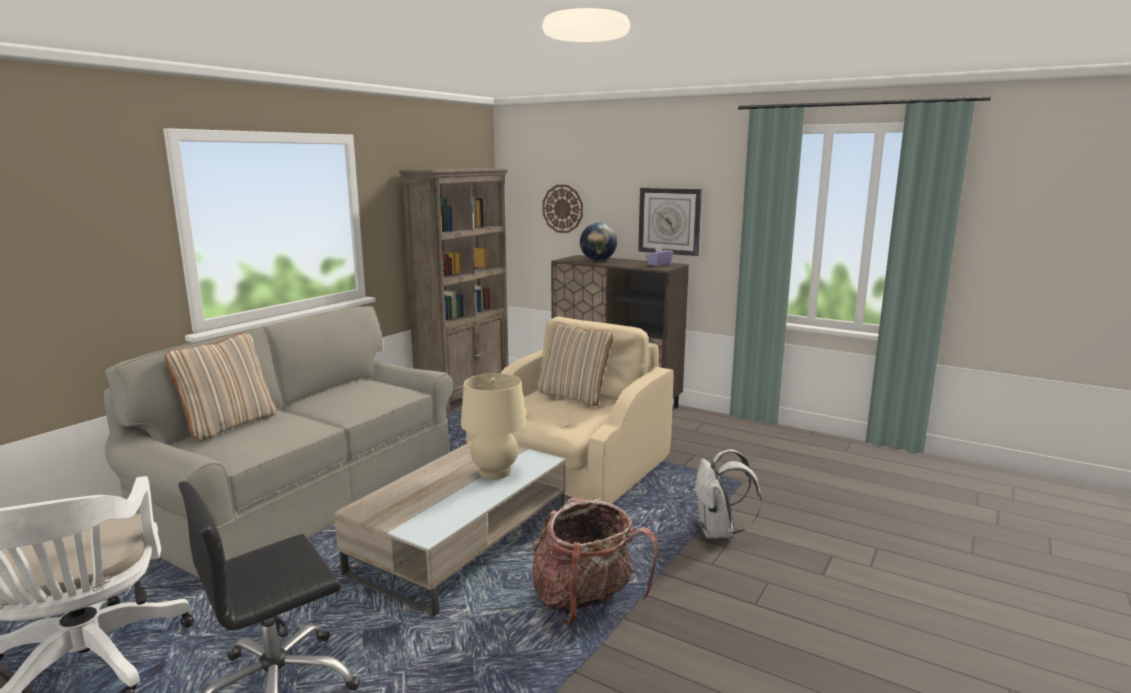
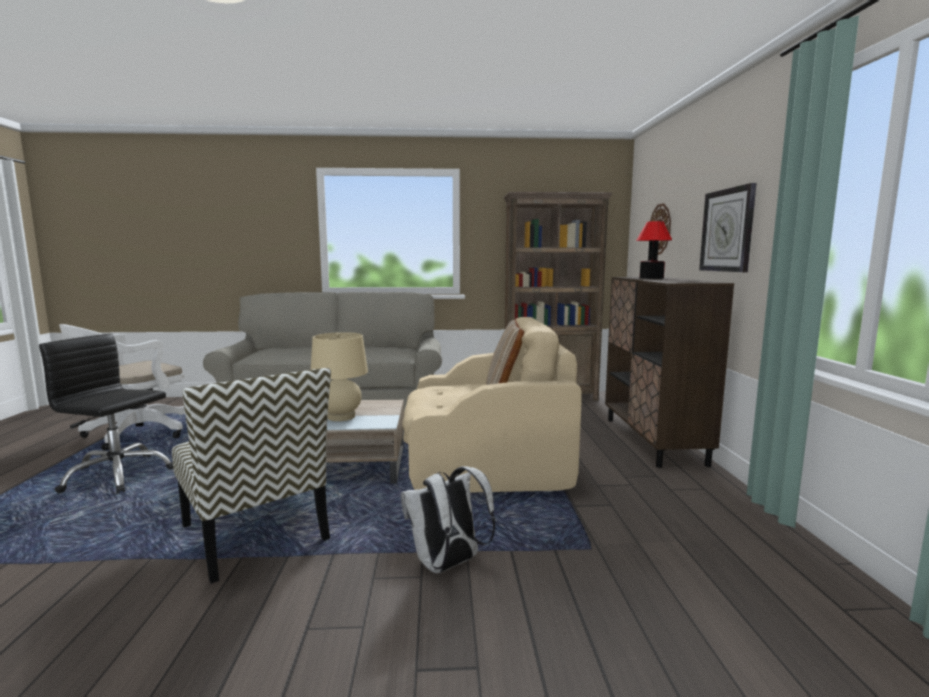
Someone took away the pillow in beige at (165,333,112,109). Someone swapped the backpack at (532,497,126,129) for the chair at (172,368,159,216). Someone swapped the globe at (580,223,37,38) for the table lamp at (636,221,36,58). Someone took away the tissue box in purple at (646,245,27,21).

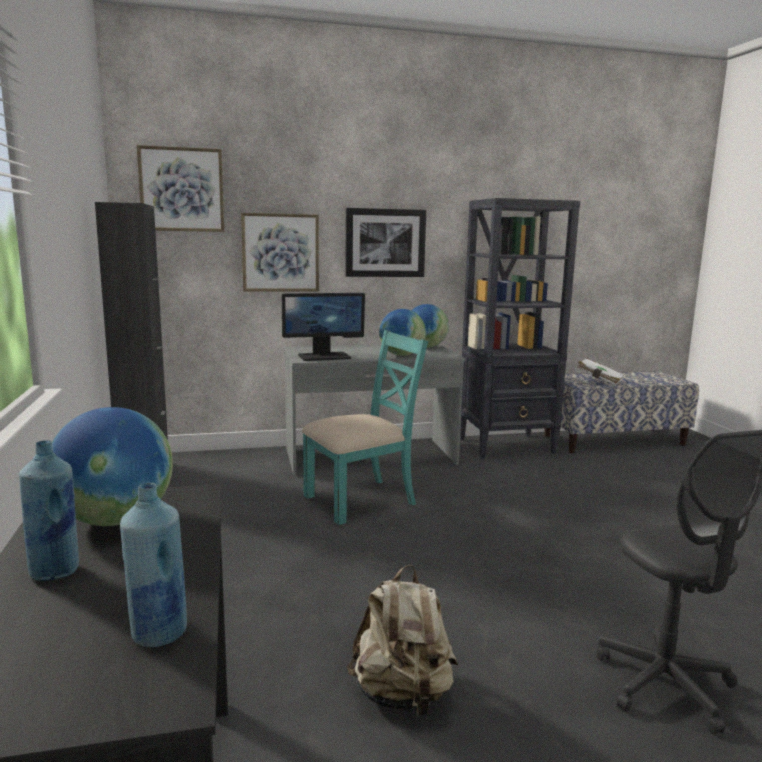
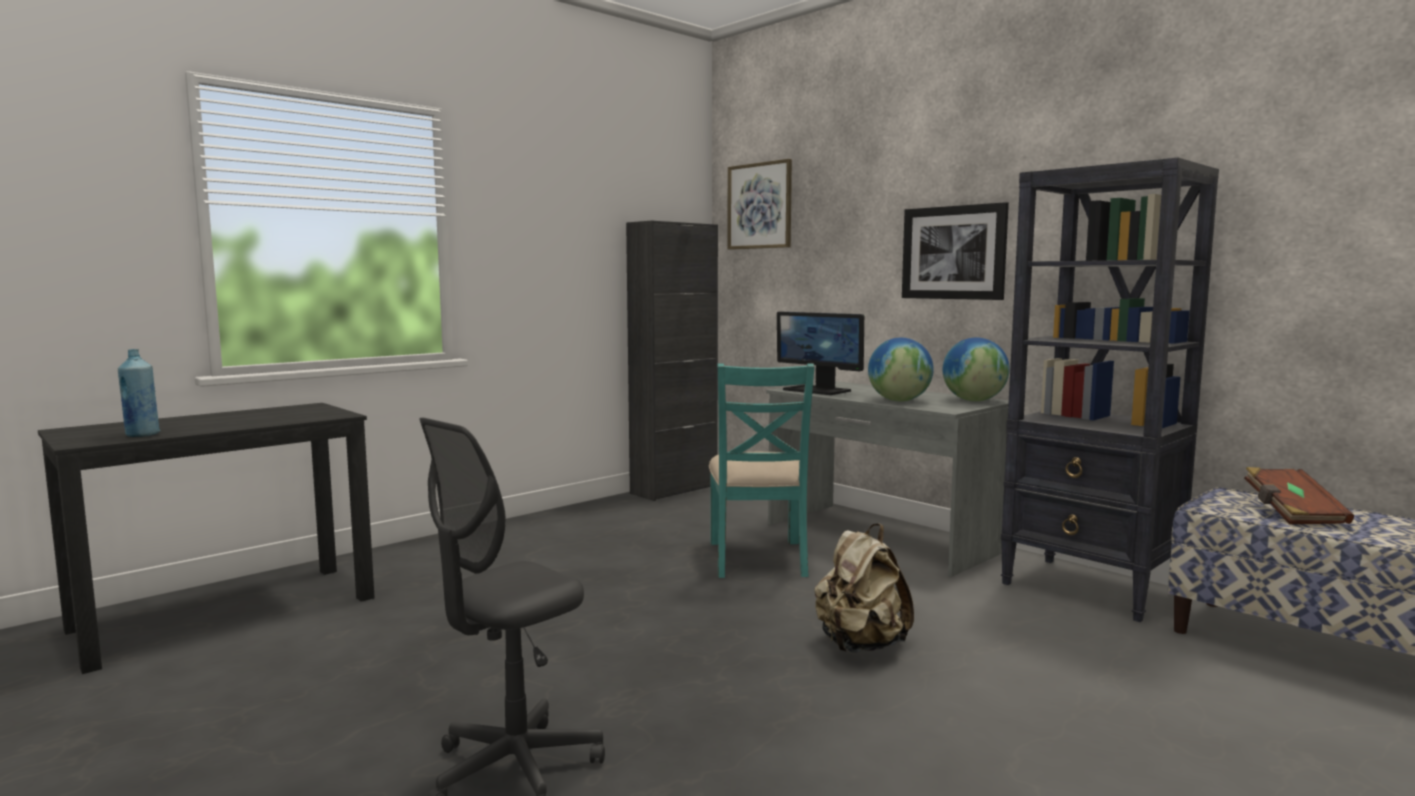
Someone took away the bottle in blue at (19,440,60,141). Someone took away the globe at (52,407,121,119). Someone took away the picture at (241,213,78,79). Someone rotated the chair in turquoise at (302,329,126,196) by 60 degrees clockwise. Someone carried the backpack in beige from (347,565,111,152) to (814,524,100,129). Someone repainted the book in white at (577,358,47,27), which became the book in brown at (1244,467,110,57).

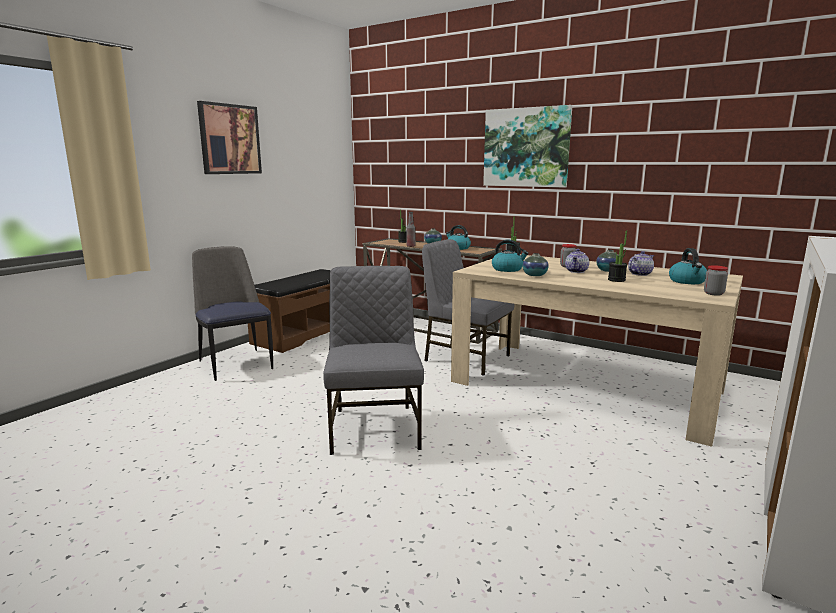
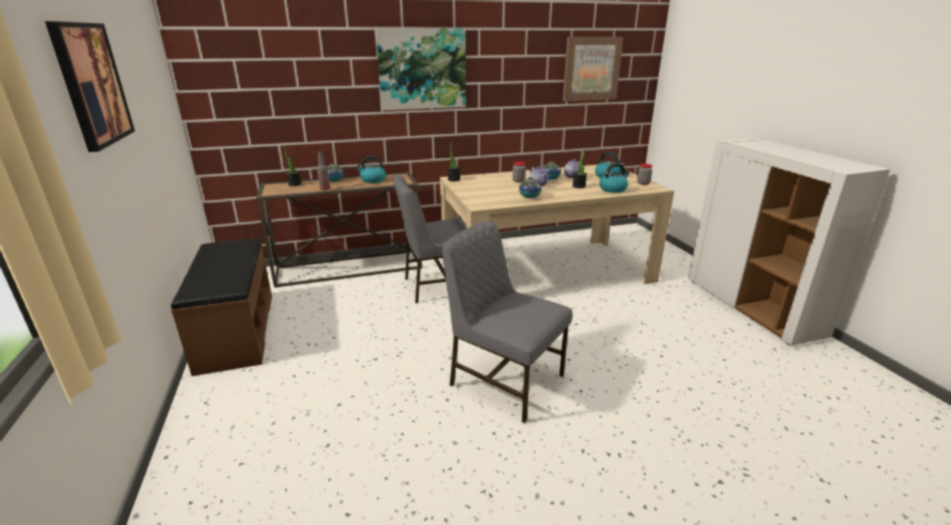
Someone took away the chair at (192,246,81,135). Someone carried the kettle from (492,240,37,32) to (600,163,30,30). Someone put up the picture at (563,37,60,64).

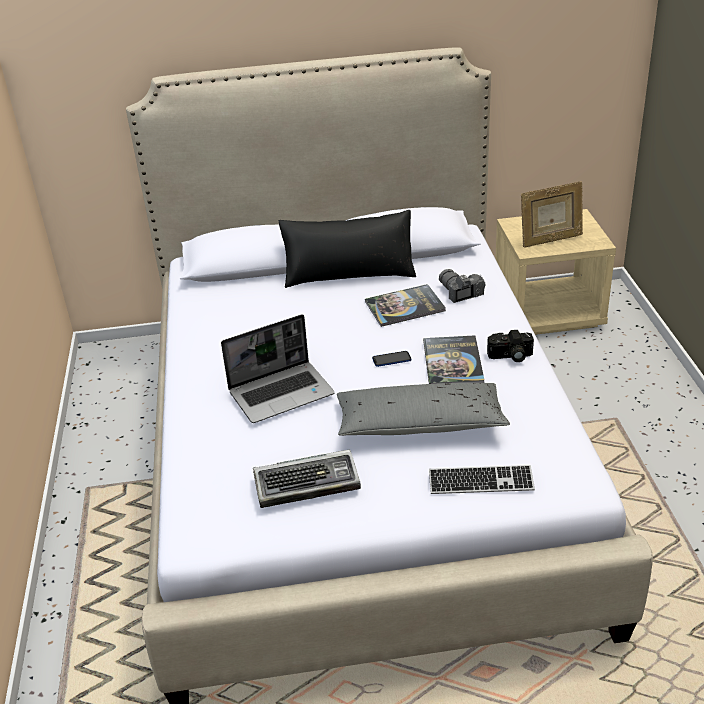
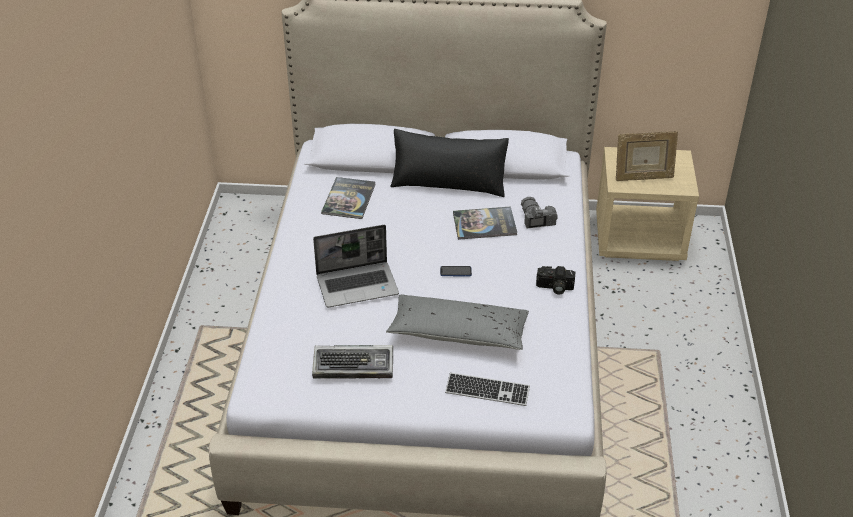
Someone carried the book from (423,335,61,49) to (321,177,55,42).

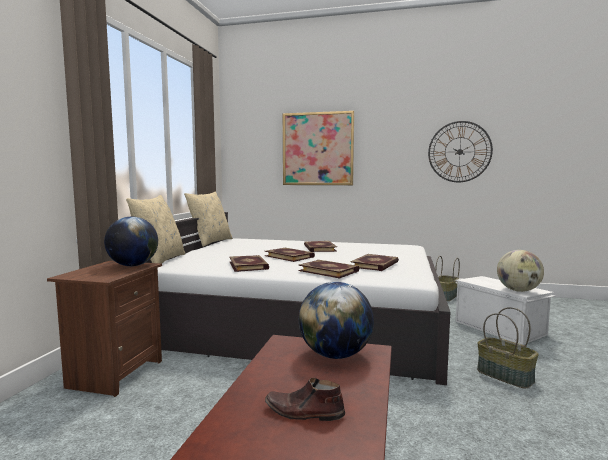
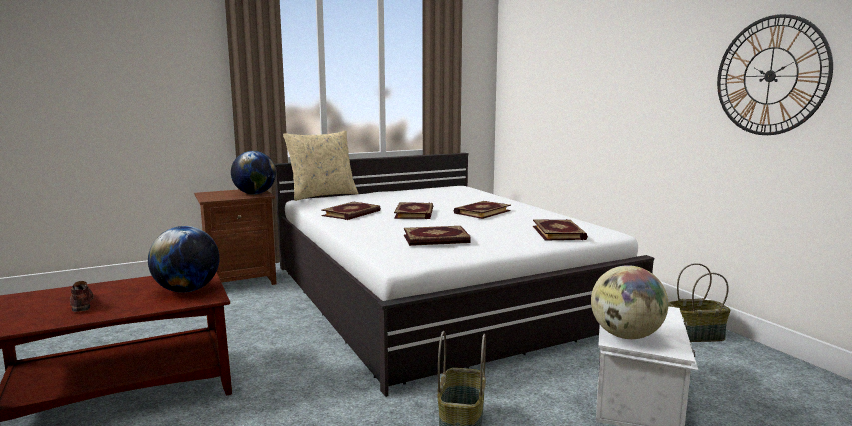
Someone took away the pillow in beige at (184,191,49,56). Someone took away the picture at (282,111,72,74). Someone carried the book from (298,260,61,19) to (533,219,55,22).

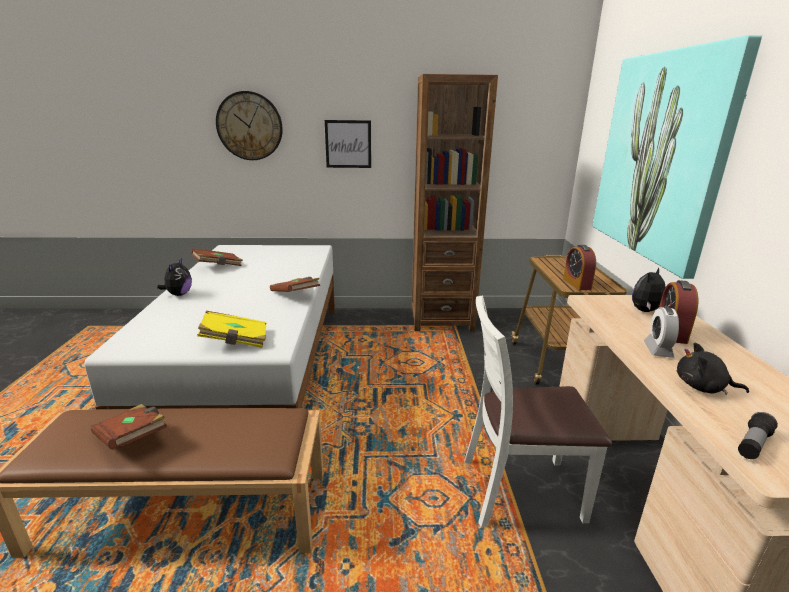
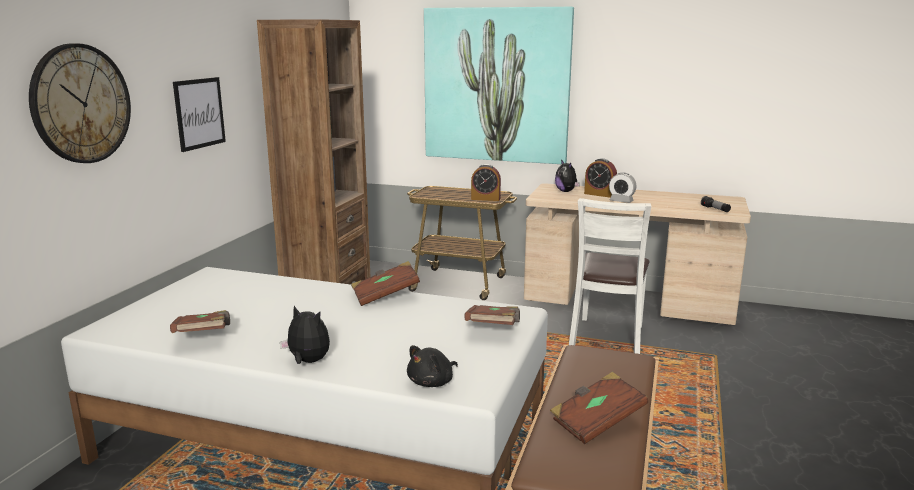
Someone repainted the book in yellow at (197,311,70,37), which became the book in brown at (464,305,56,20). Someone carried the plush toy in black from (677,343,72,52) to (407,345,51,42).

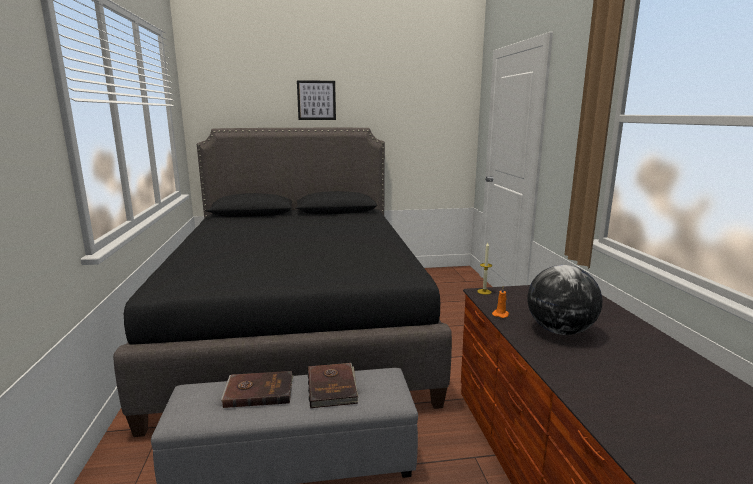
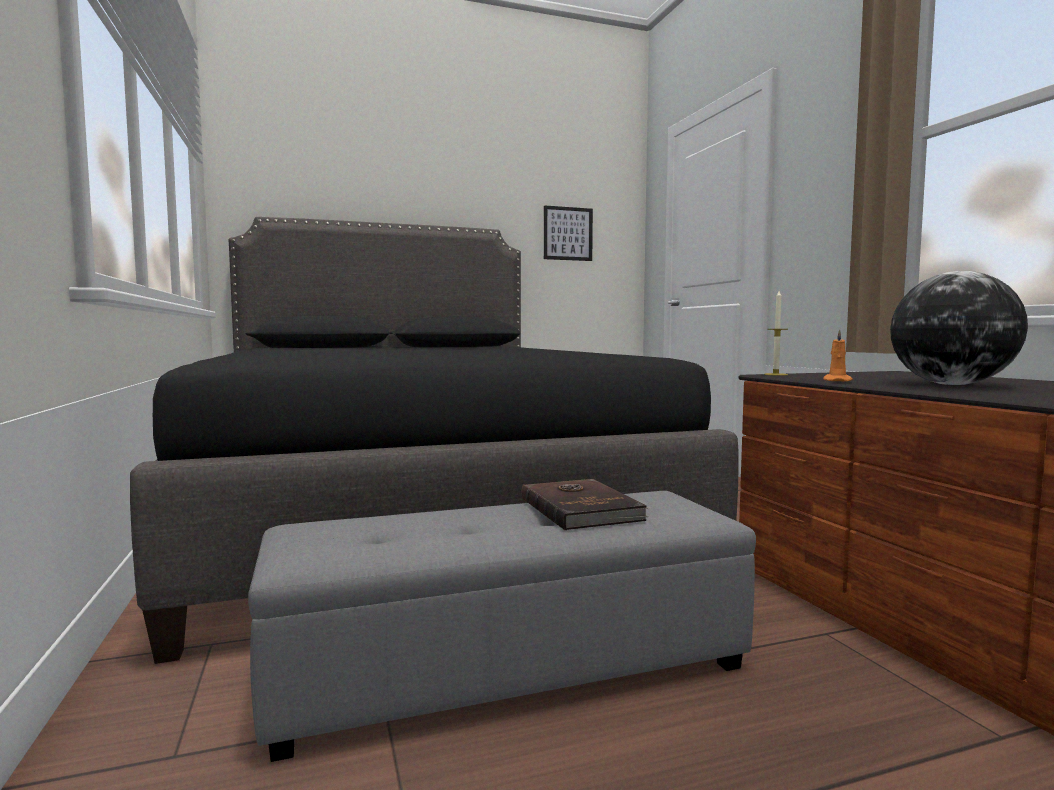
Someone took away the book in brown at (221,371,73,37). Someone carried the picture from (297,80,39,40) to (544,205,49,56).

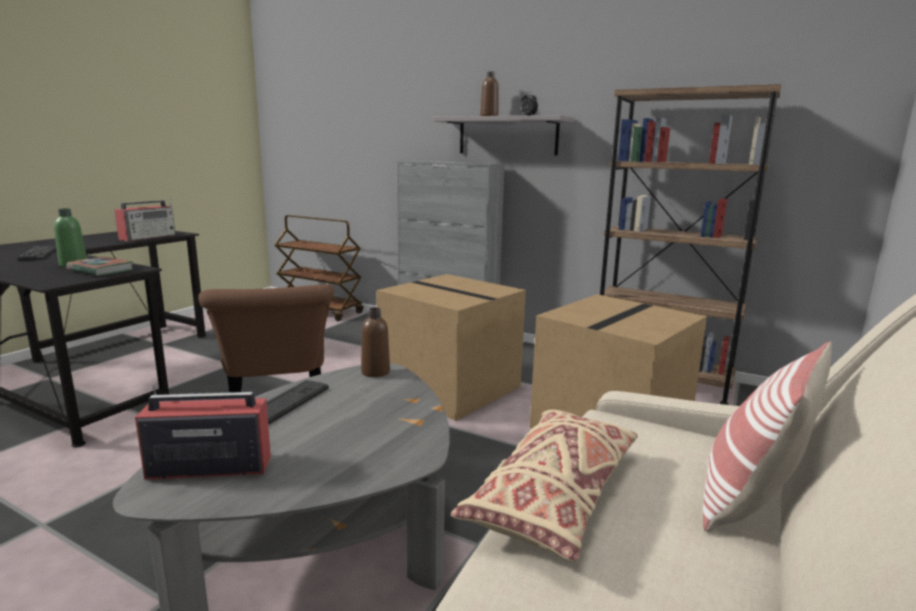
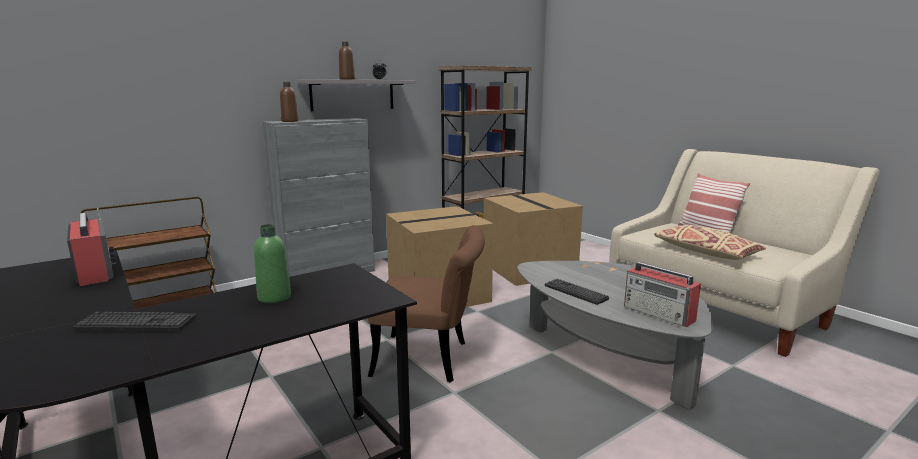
Someone took away the book at (66,257,67,19). Someone rotated the radio at (135,383,136,97) by 60 degrees counterclockwise. Someone carried the bottle in brown from (361,307,29,70) to (280,82,18,40).

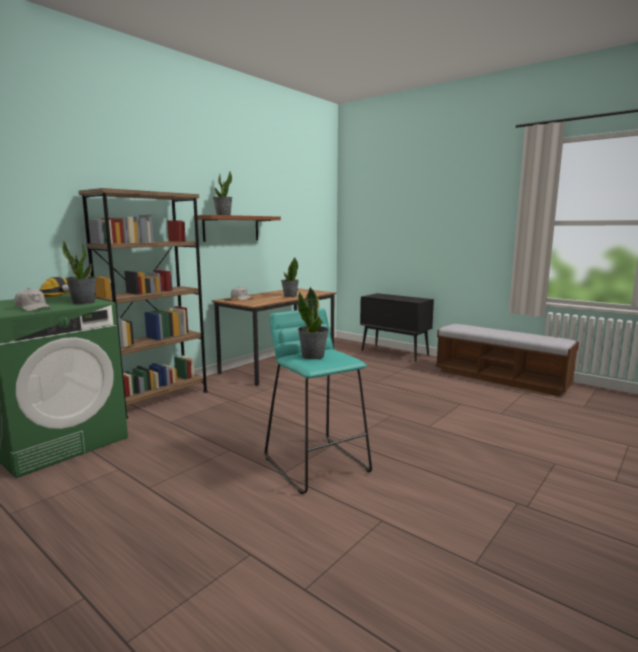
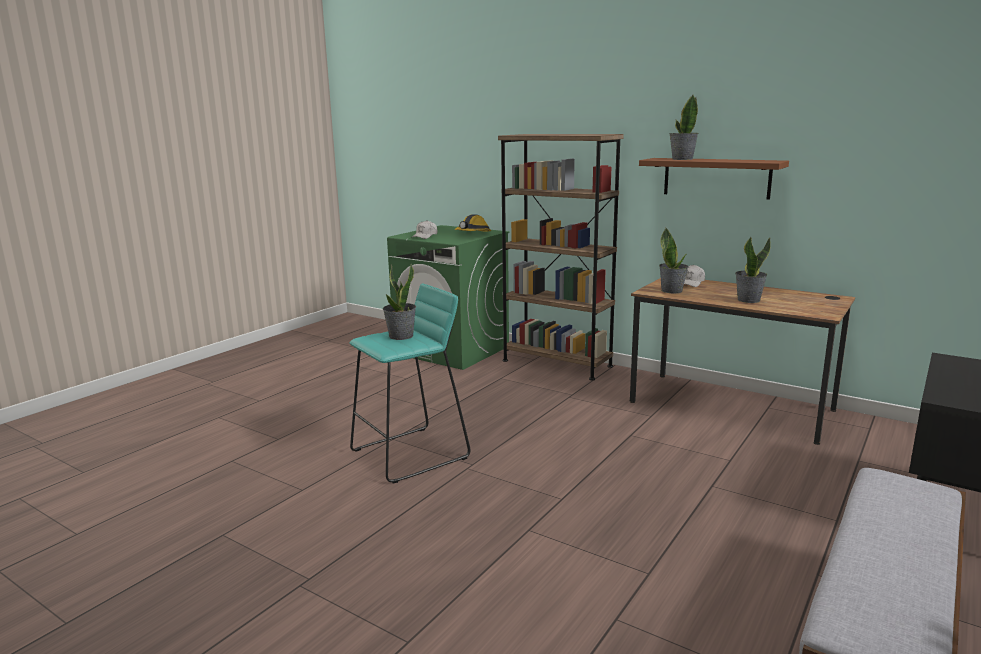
Someone carried the potted plant from (62,240,35,64) to (659,228,30,66).

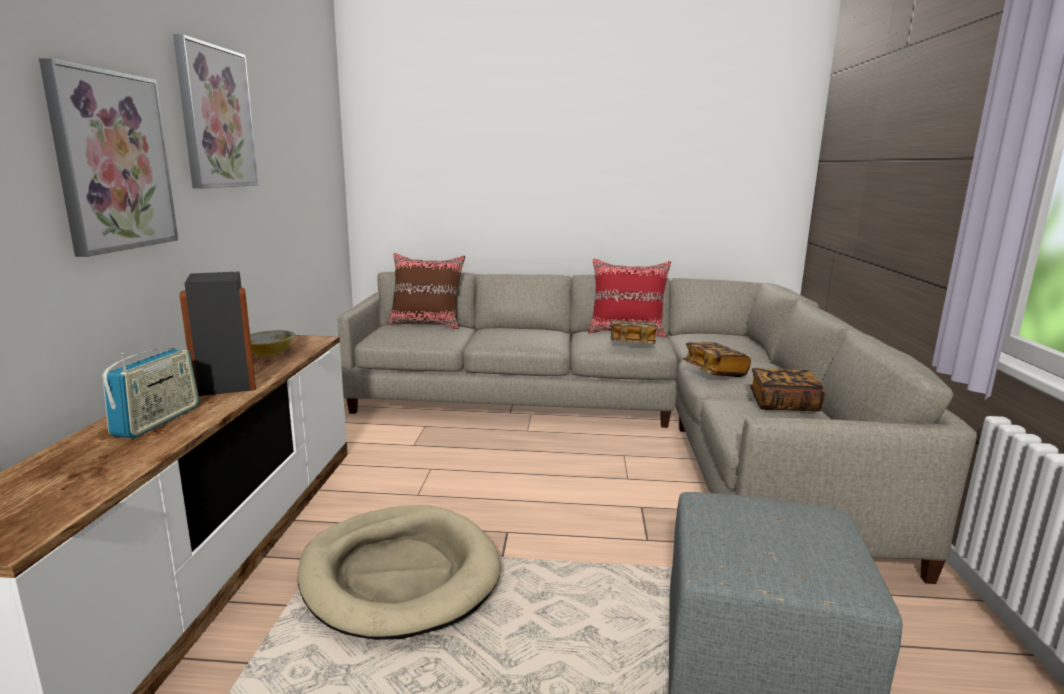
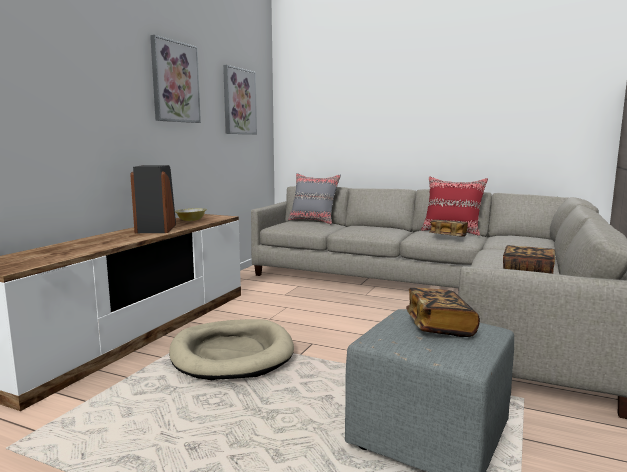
Someone carried the picture from (39,58,139,199) to (223,65,34,70). Someone took away the radio at (102,348,97,91). Someone repainted the pillow in brown at (387,253,78,76), which became the pillow in grey at (288,173,53,51). Someone carried the book from (683,342,68,35) to (406,287,74,50).

